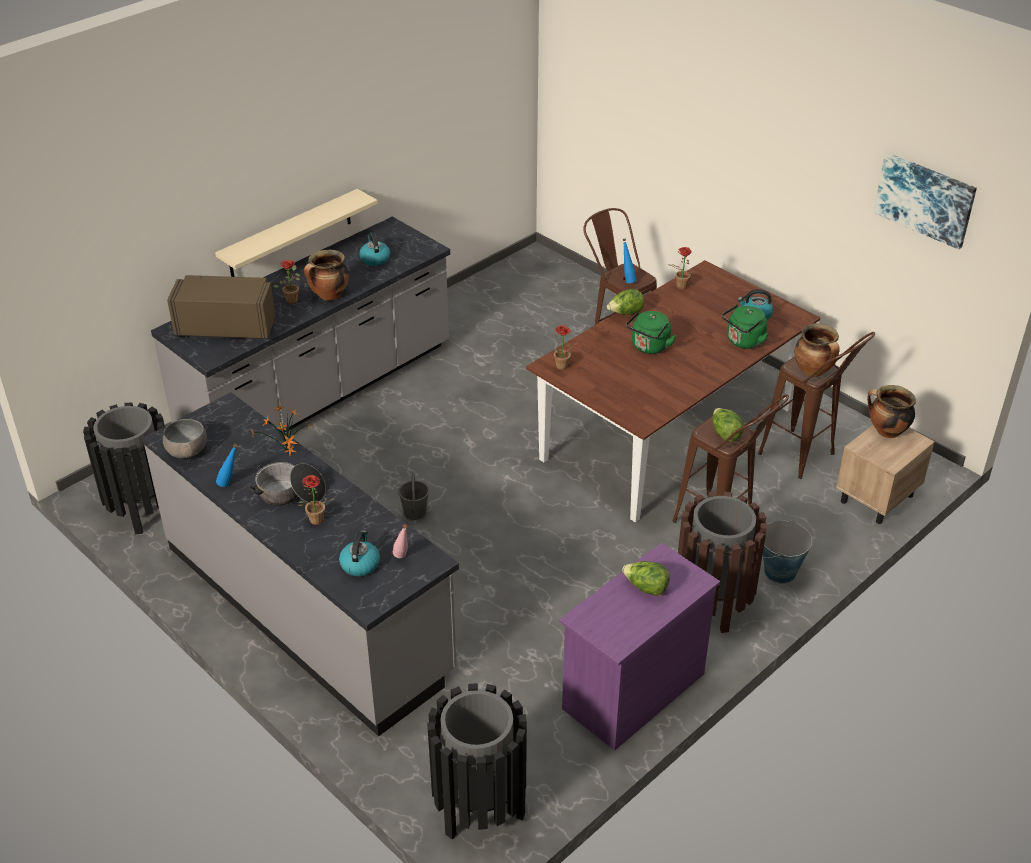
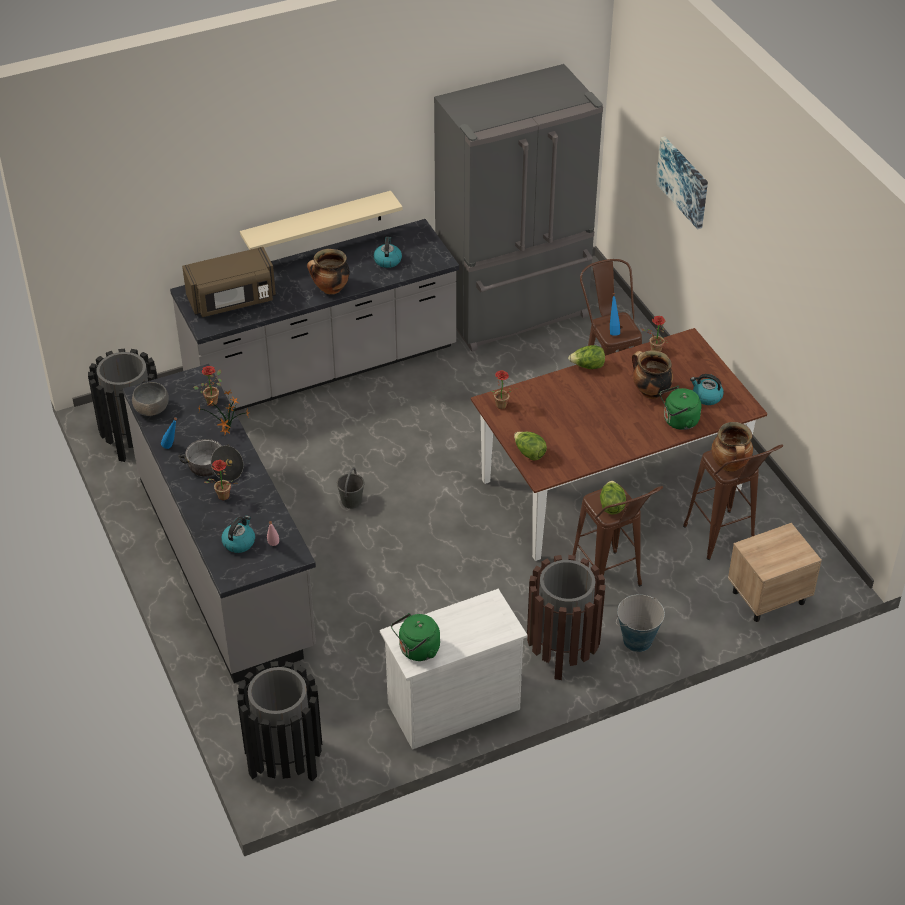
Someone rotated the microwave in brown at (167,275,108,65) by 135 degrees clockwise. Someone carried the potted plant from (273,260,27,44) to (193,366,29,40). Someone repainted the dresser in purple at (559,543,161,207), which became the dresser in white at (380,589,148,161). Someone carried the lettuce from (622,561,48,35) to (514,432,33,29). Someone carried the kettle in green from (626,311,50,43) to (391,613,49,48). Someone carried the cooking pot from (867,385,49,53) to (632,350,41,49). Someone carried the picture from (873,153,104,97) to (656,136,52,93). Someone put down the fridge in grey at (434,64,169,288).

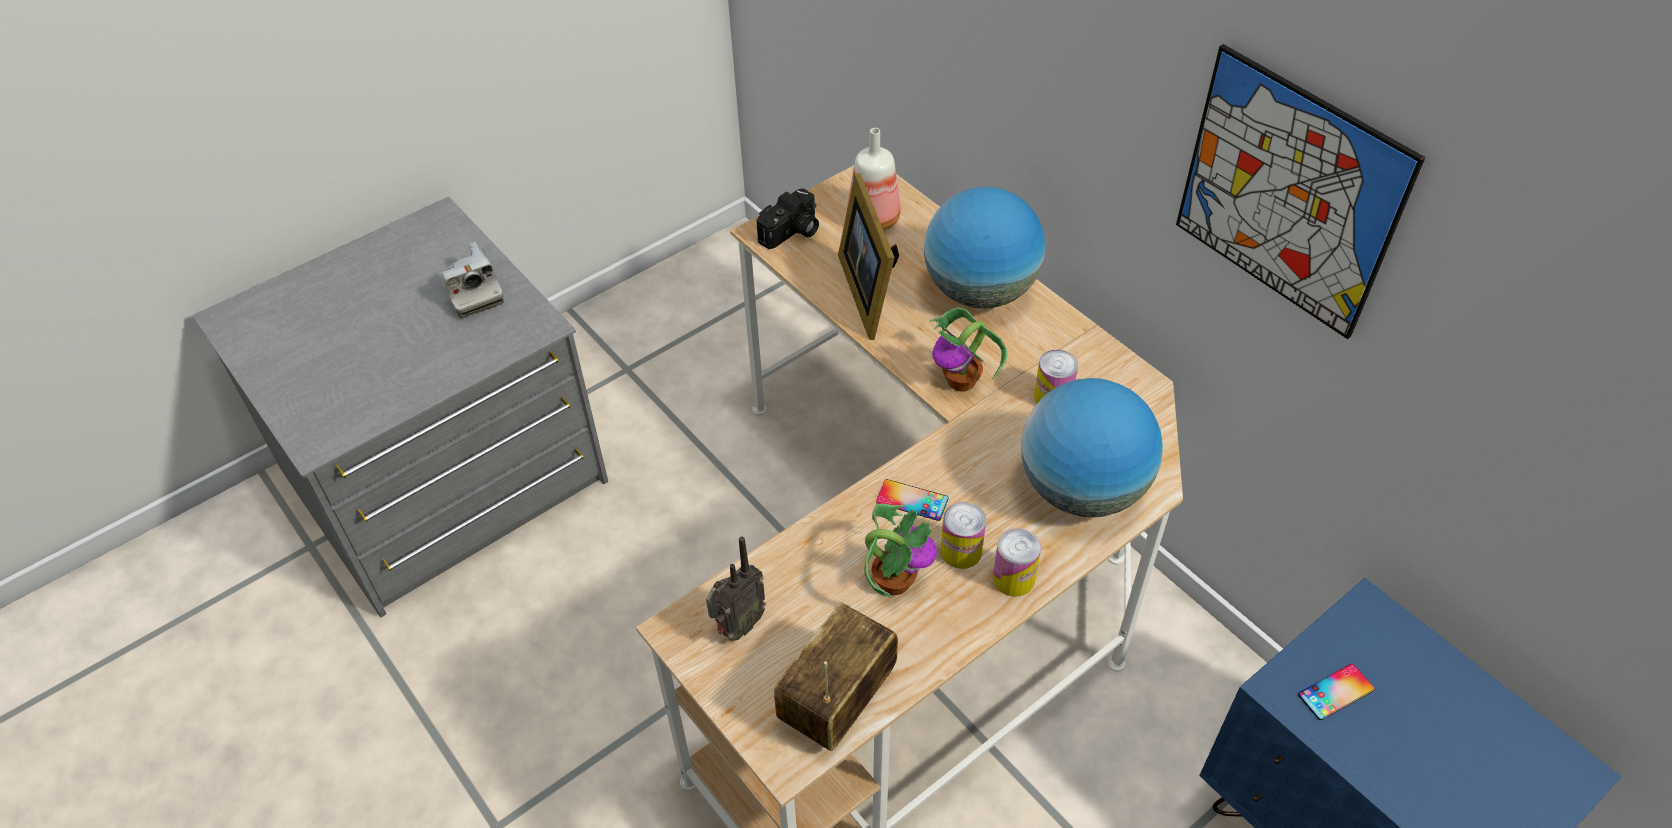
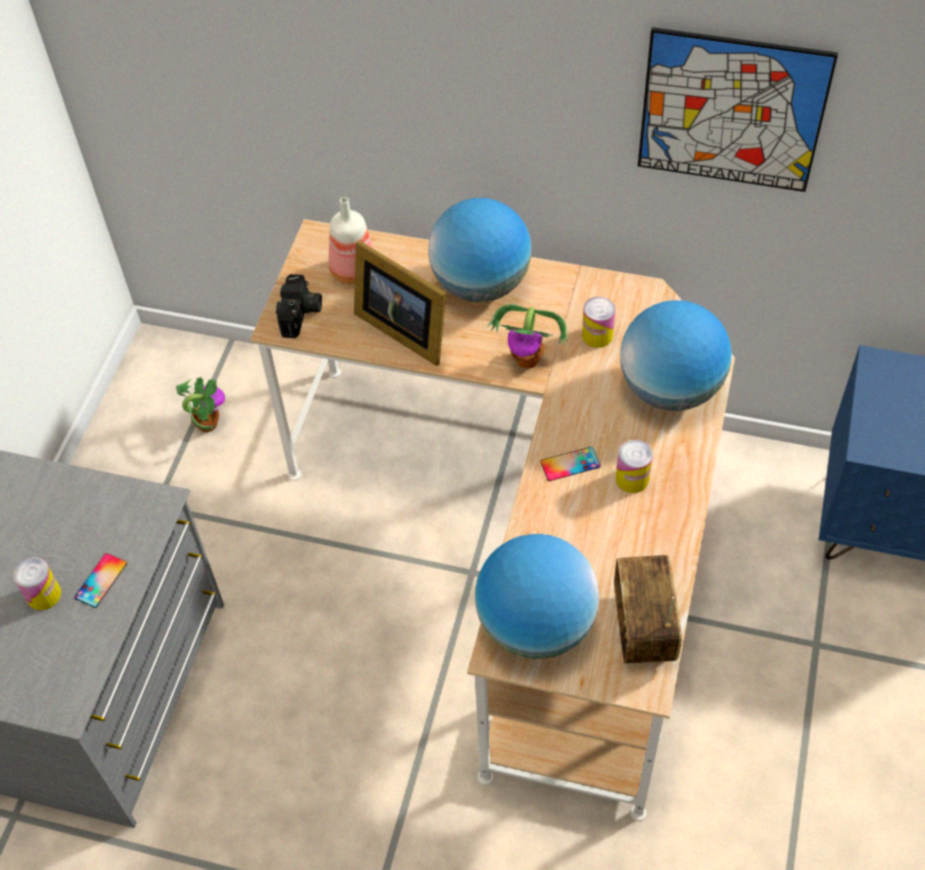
Someone took away the photo camera at (439,242,65,76). Someone swapped the radio at (706,537,60,104) for the globe at (475,534,124,125). Someone carried the potted plant from (864,503,73,95) to (176,376,49,56). Someone carried the can from (993,529,48,68) to (13,557,48,53). Someone carried the phone from (1298,664,77,56) to (74,553,53,55).

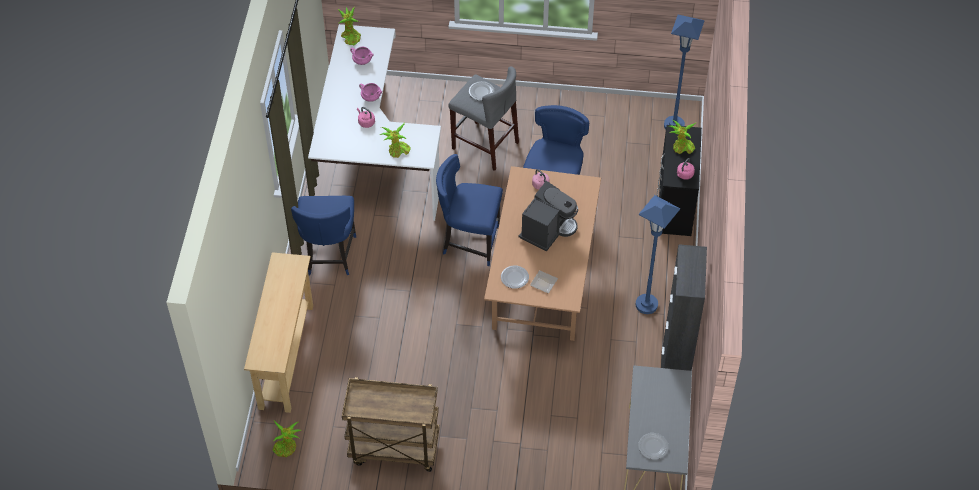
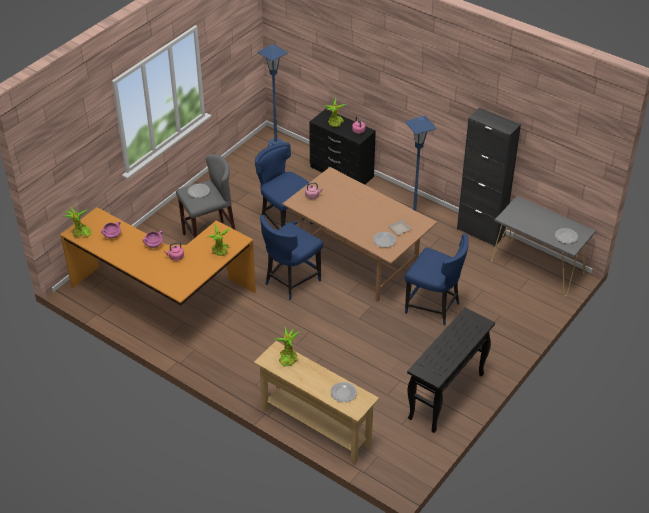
Someone carried the potted plant from (273,421,28,36) to (274,327,26,39). Someone carried the chair in blue from (291,196,65,80) to (405,234,64,91). Someone repainted the desk in white at (308,24,133,197), which became the desk in orange at (60,207,196,98). Someone swapped the cart in brown at (342,377,97,95) for the console table in black at (407,307,88,126). Someone took away the coffee machine at (519,181,59,70). Someone put down the plate at (331,382,26,20).

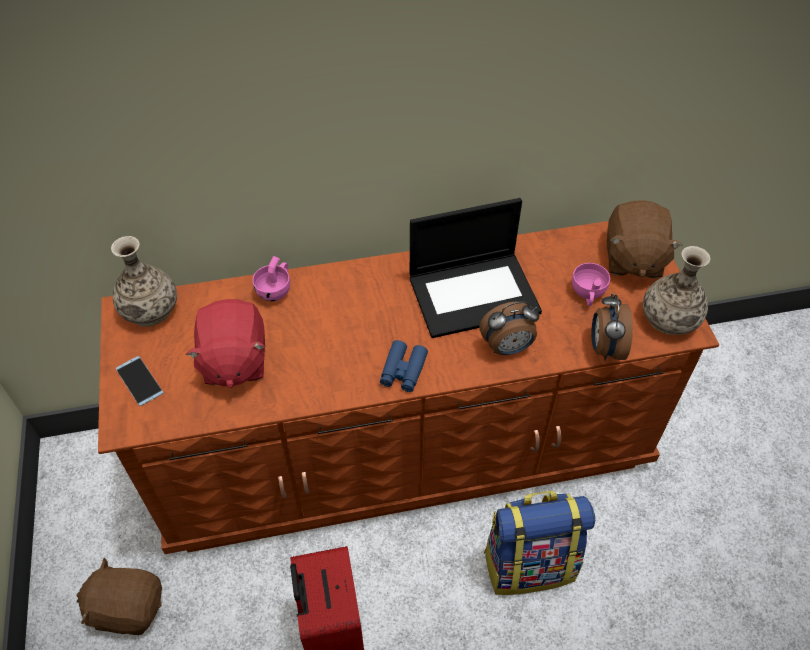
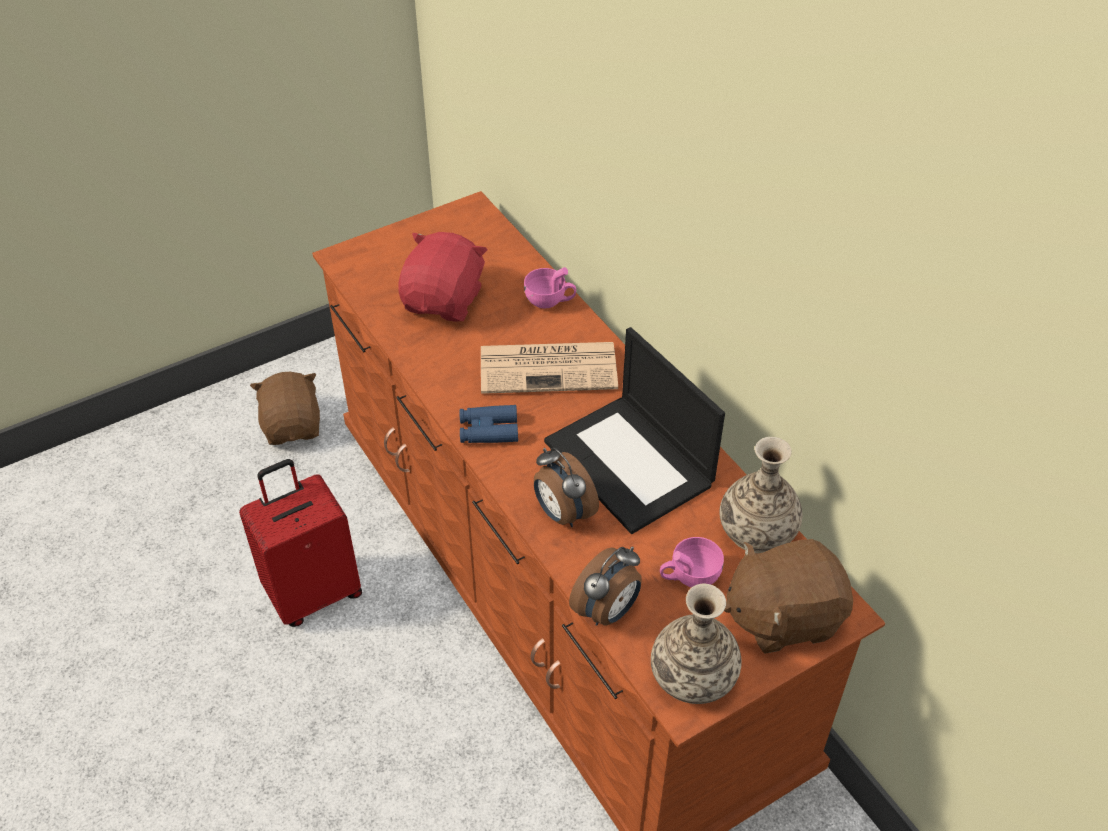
Someone carried the vase from (111,236,66,91) to (719,437,84,116). Someone took away the phone at (116,356,48,50). Someone rotated the plush toy in red at (186,299,80,89) by 135 degrees clockwise. Someone took away the backpack at (483,491,112,104). Someone rotated the alarm clock at (591,293,42,67) by 150 degrees clockwise. Someone put down the newspaper at (481,342,137,52).

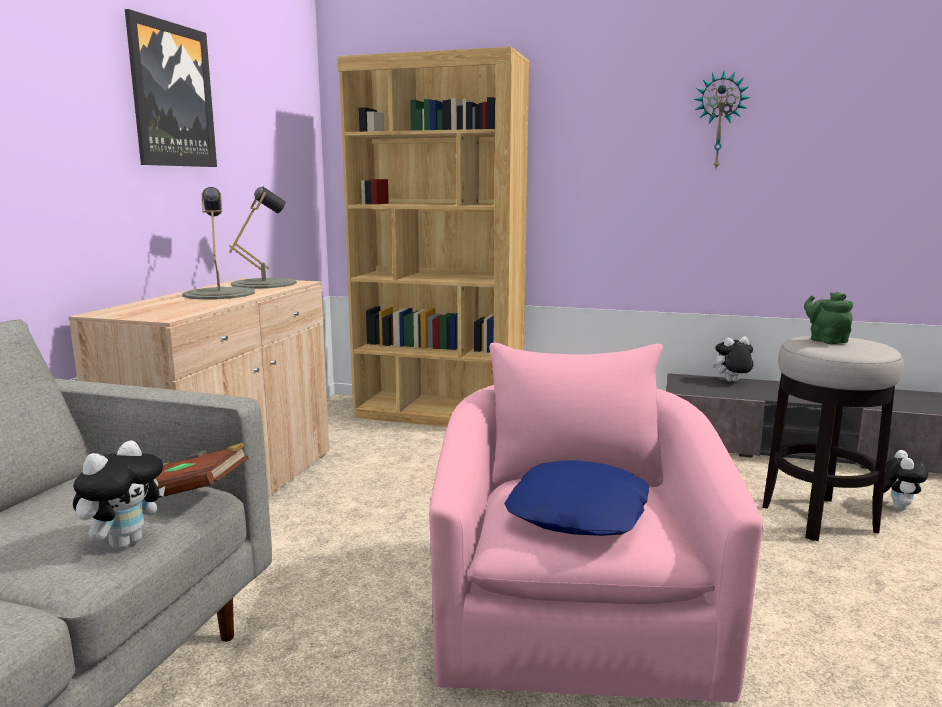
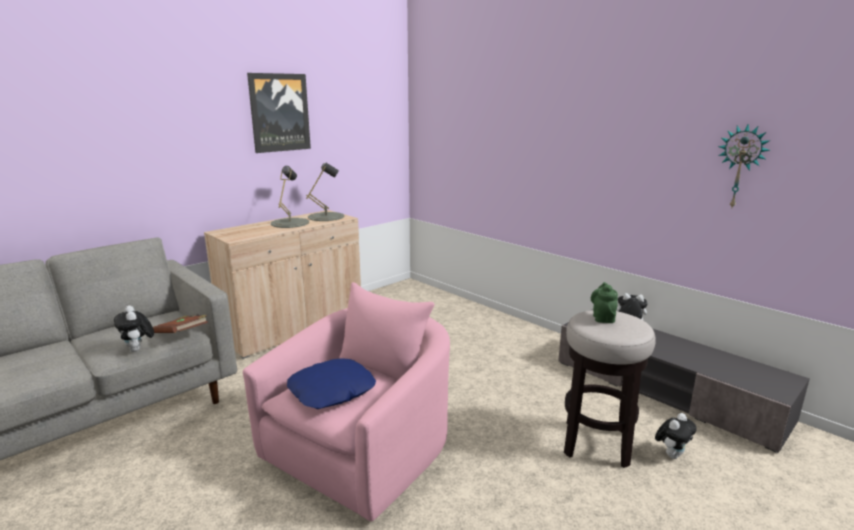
Someone rotated the plush toy at (73,441,92,109) by 90 degrees clockwise. Someone took away the bookcase in brown at (337,47,192,380). Someone carried the wall clock from (694,71,56,98) to (718,124,53,84).

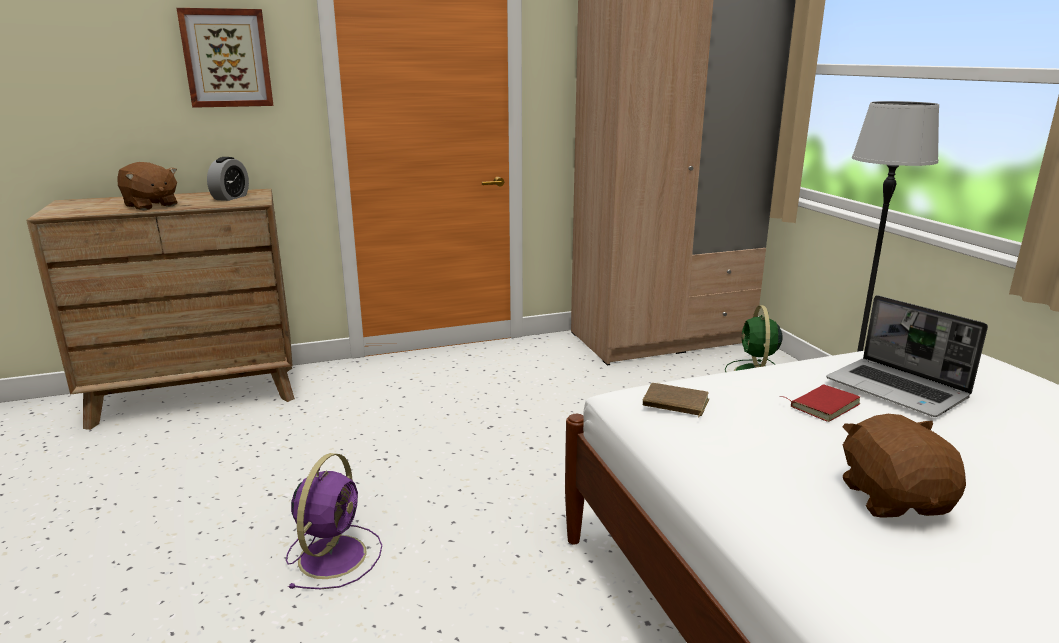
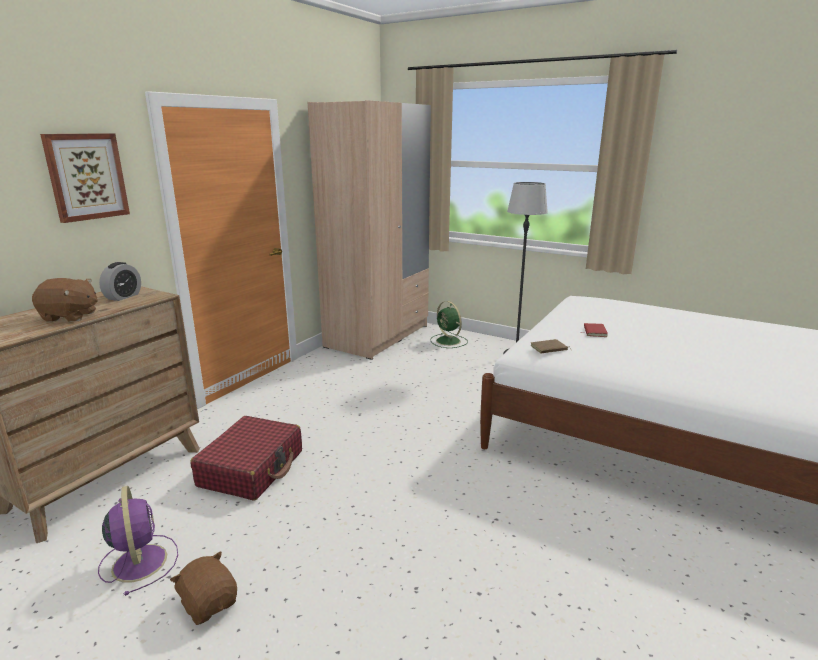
Someone rotated the alarm clock at (207,157,42,44) by 45 degrees clockwise. Someone carried the fan in purple from (286,453,96,136) to (98,486,80,110). Someone took away the laptop at (826,295,162,122). Someone carried the plush toy in brown from (842,414,124,104) to (170,551,67,74). Someone put down the suitcase in red at (190,416,112,85).

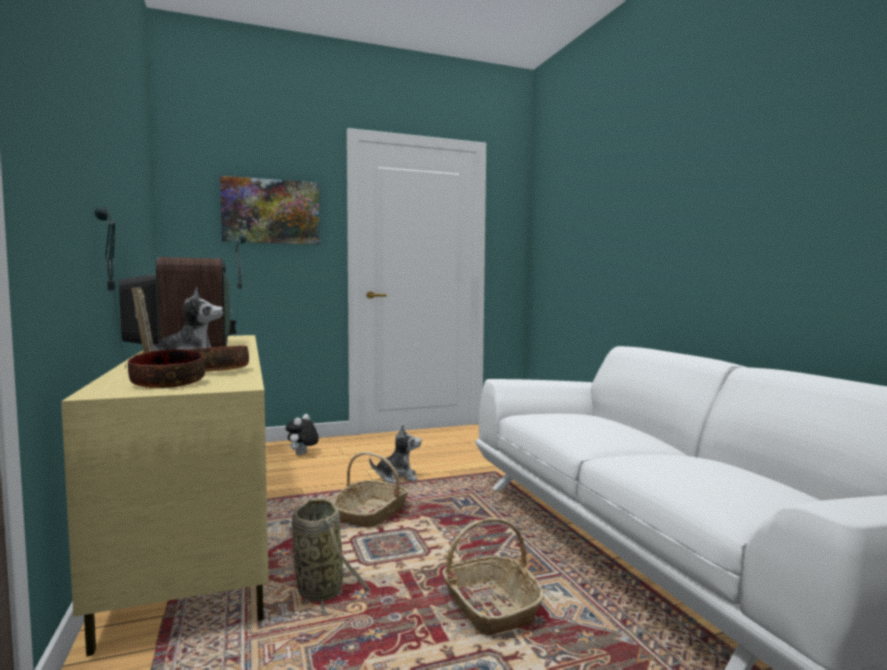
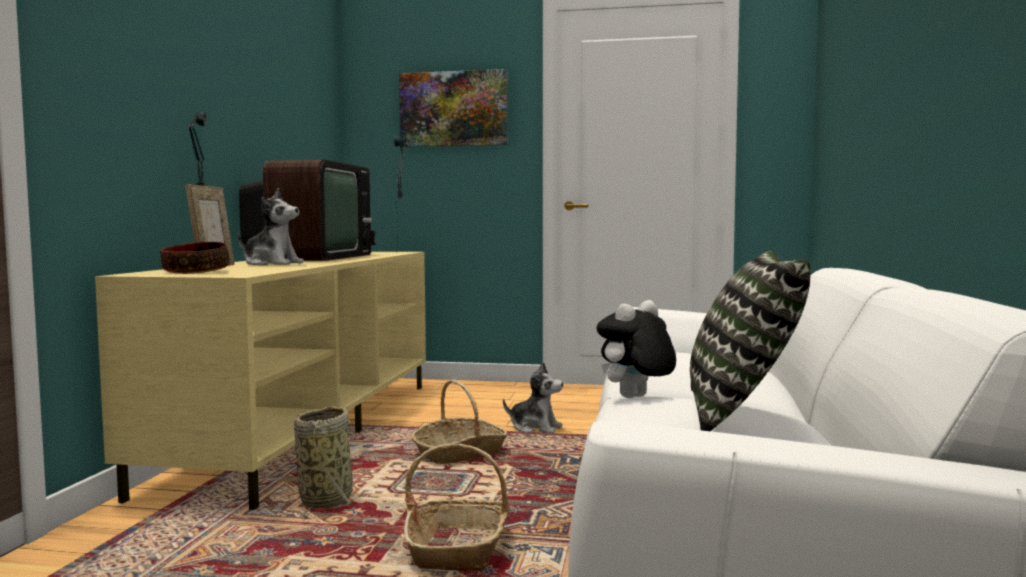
Someone took away the bowl at (190,346,59,25). Someone carried the plush toy from (286,414,33,41) to (597,300,79,98). Someone put down the pillow at (690,251,121,180).

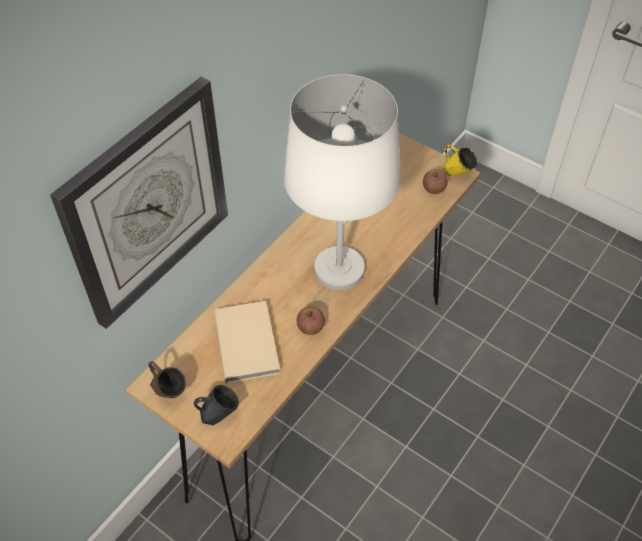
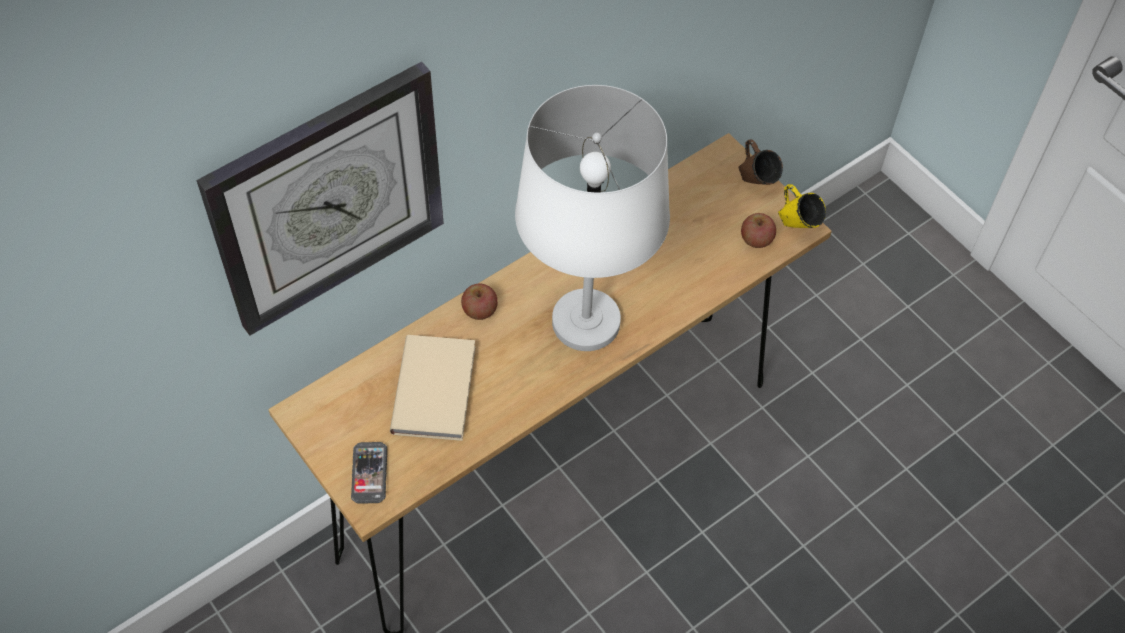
Someone carried the mug in brown from (148,361,38,37) to (739,139,44,46). Someone swapped the mug in blue at (194,385,45,40) for the phone at (351,442,36,62). Someone carried the apple from (297,306,28,29) to (461,284,37,36).

